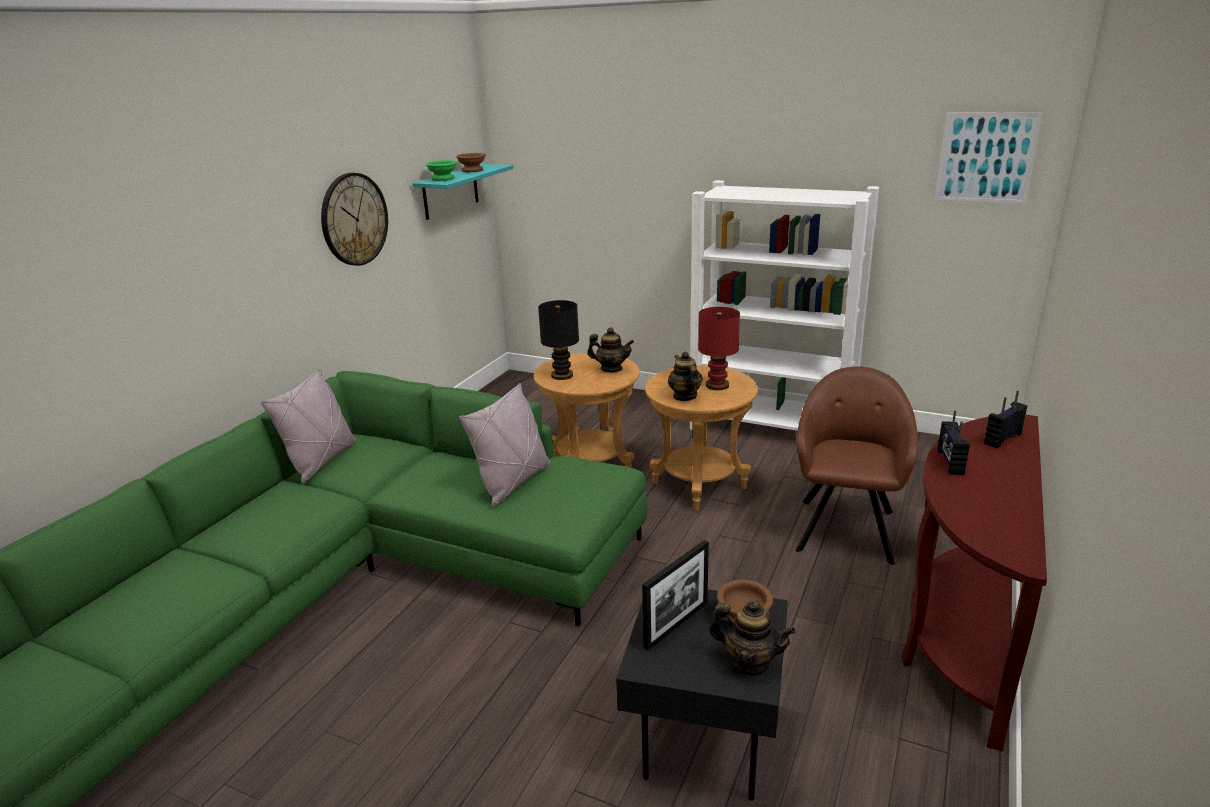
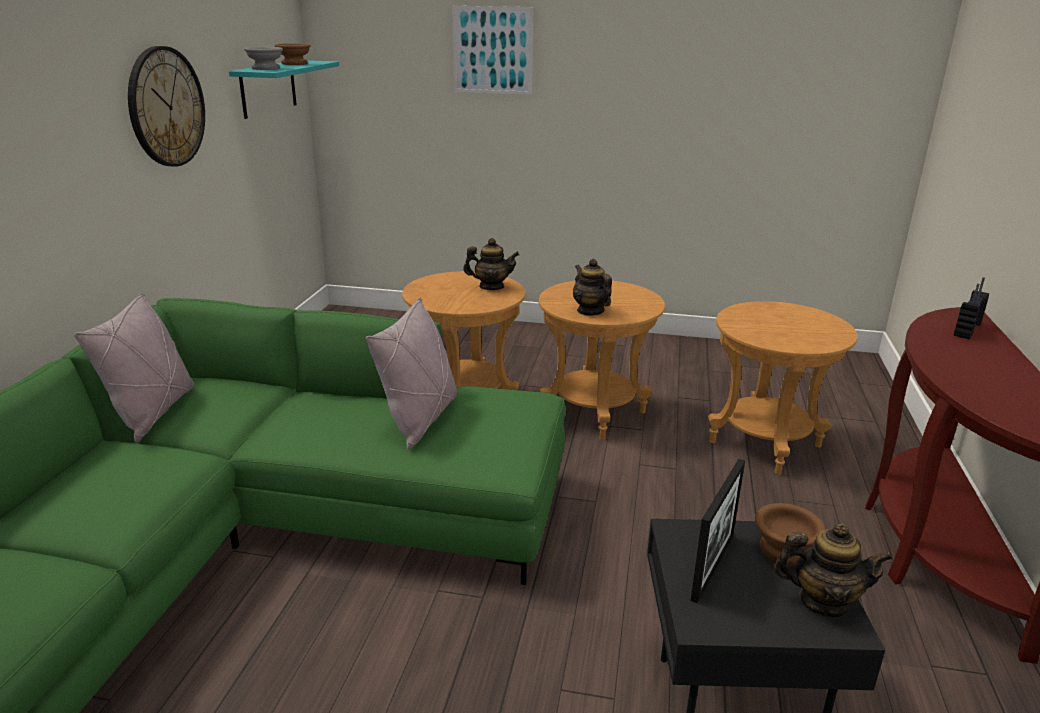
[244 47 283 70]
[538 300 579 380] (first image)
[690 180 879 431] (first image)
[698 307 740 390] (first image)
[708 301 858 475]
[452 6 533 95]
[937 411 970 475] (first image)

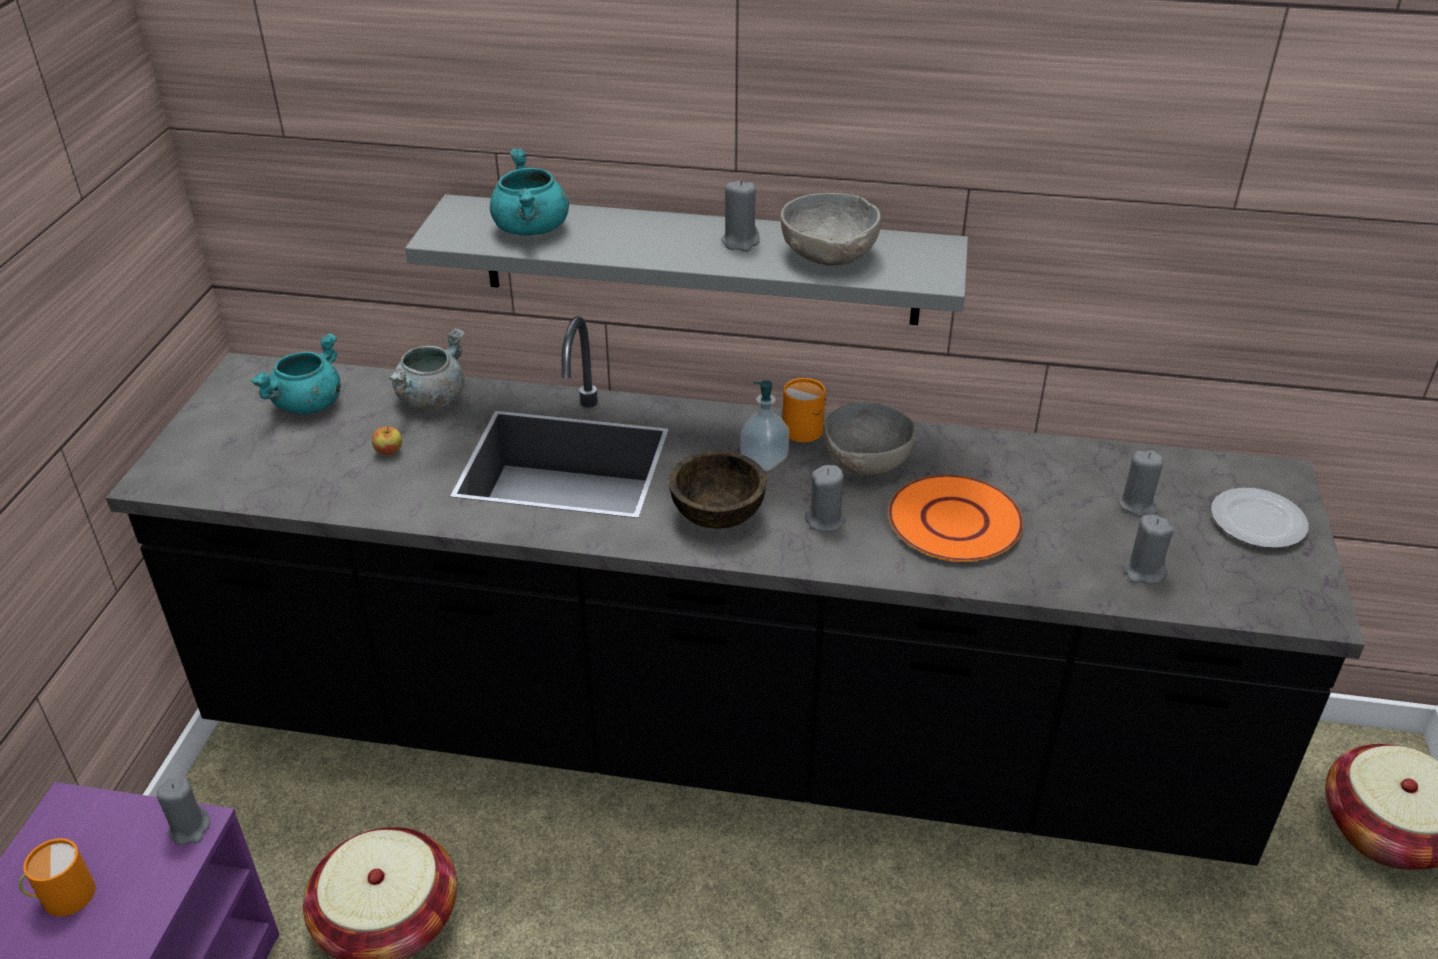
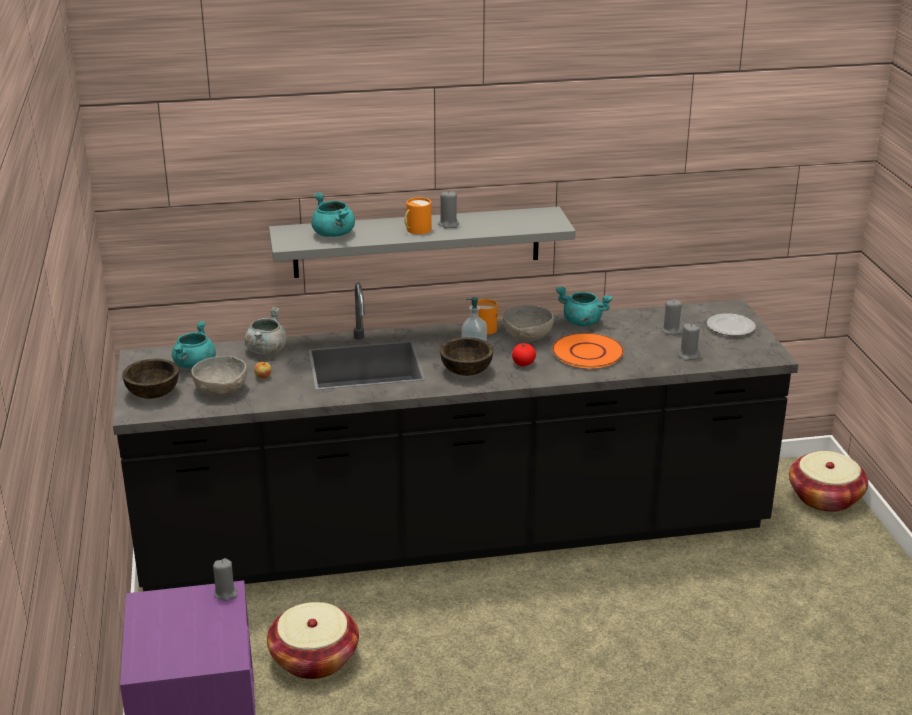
[404 197 431 234]
[191 356 247 396]
[512 343 536 366]
[122 359 179 399]
[556 287 613 326]

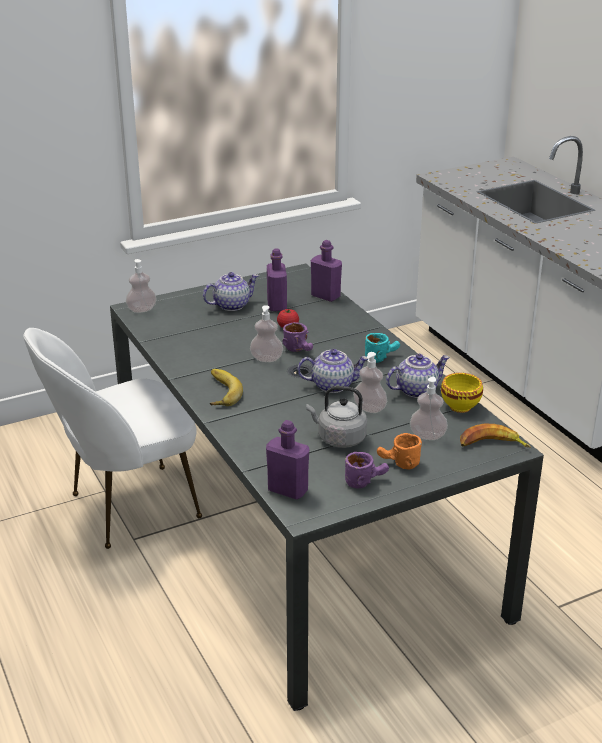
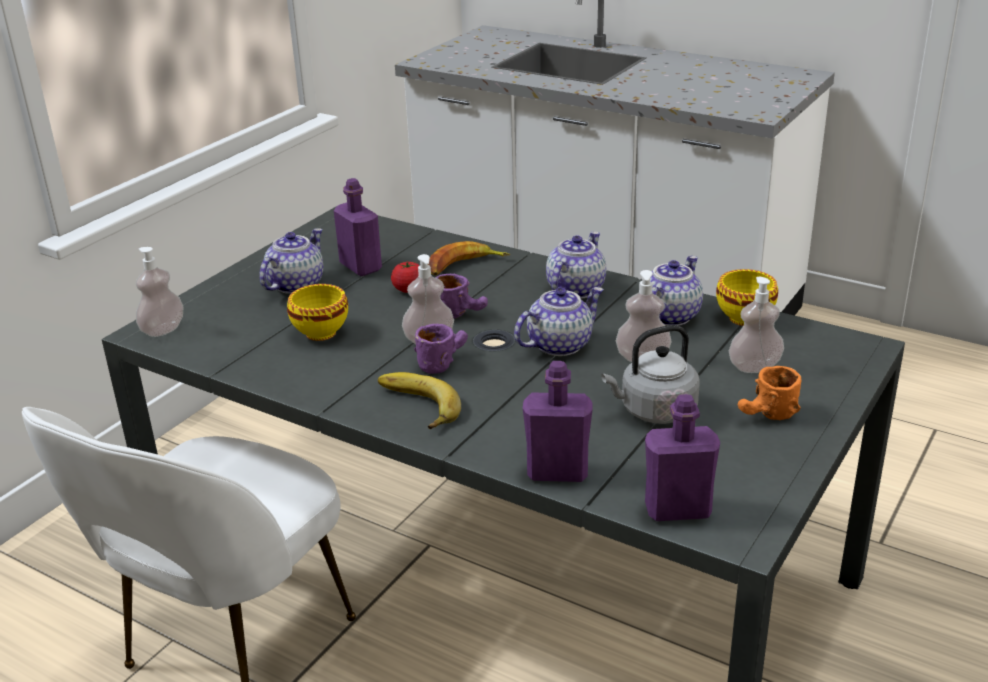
[523 361 593 482]
[414 324 468 374]
[546 232 606 299]
[428 241 510 276]
[287 284 348 341]

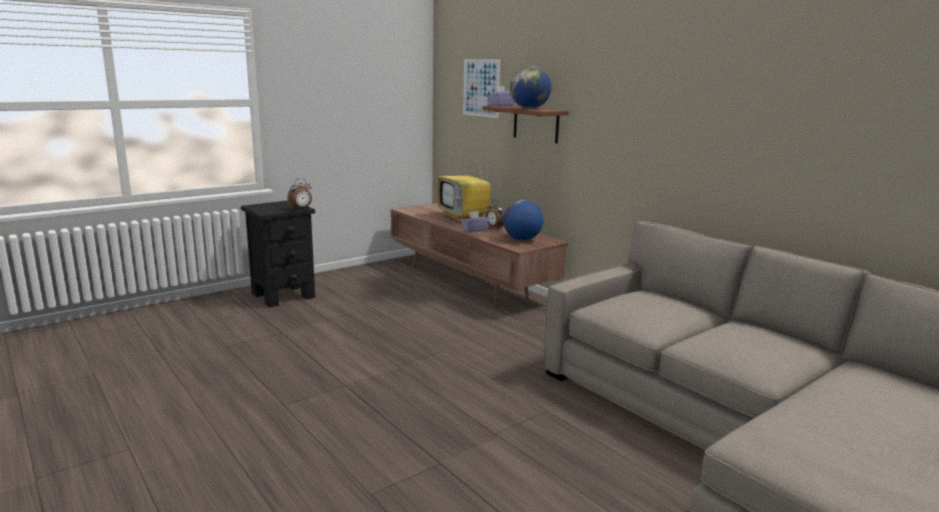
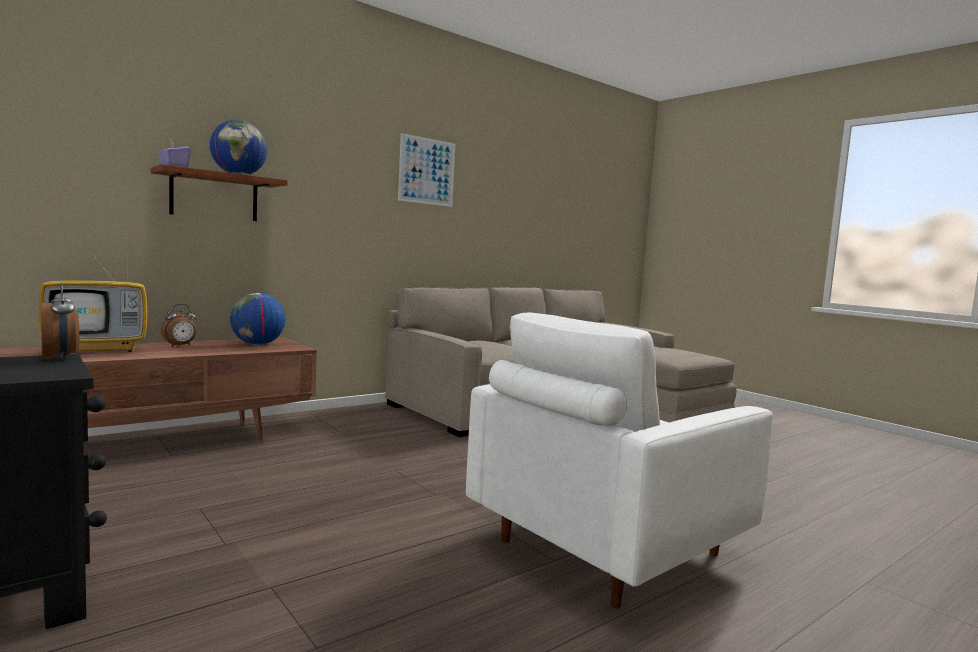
[461 211 489 232] (first image)
[398 133 455 207]
[466 313 773 608]

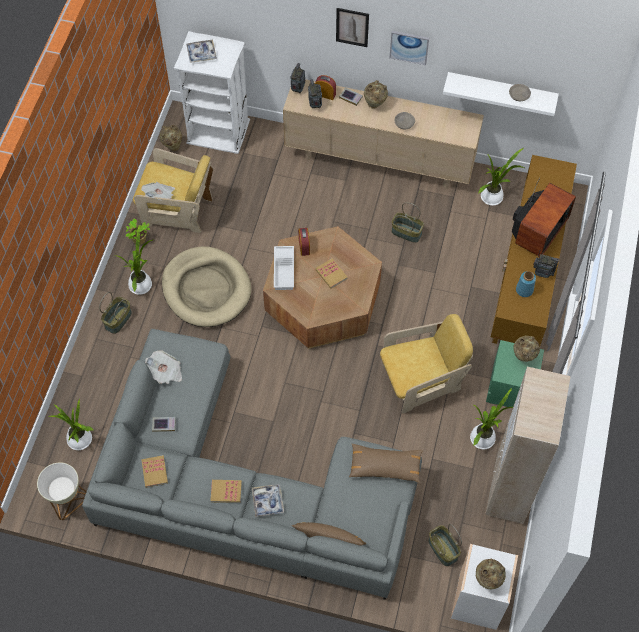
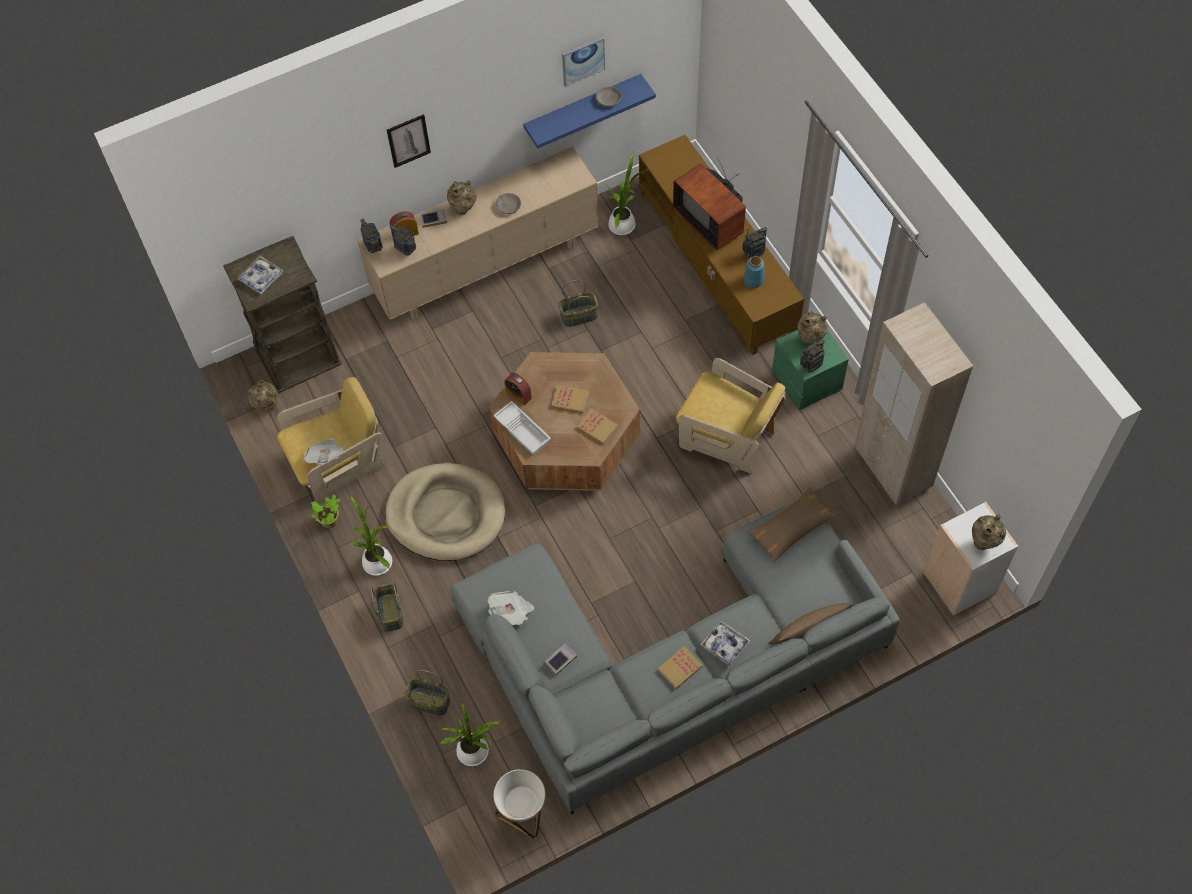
[576 408 618 445]
[223 236 342 393]
[676 358 786 473]
[562 37 605 87]
[404 670 450 715]
[523 74 656 149]
[470 388 513 449] (first image)
[673 157 746 250]
[800 339 825 373]

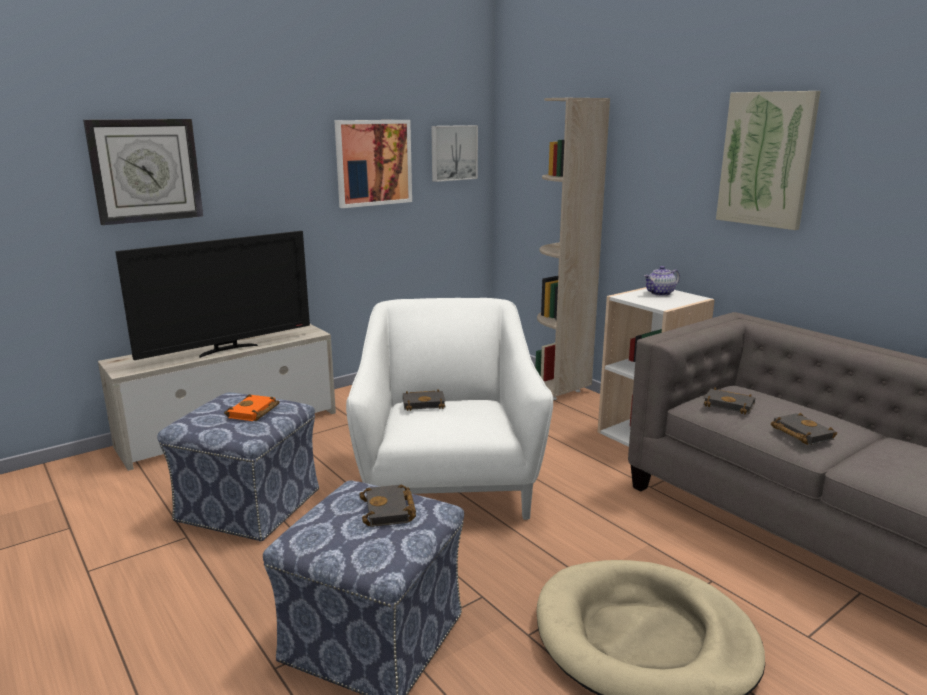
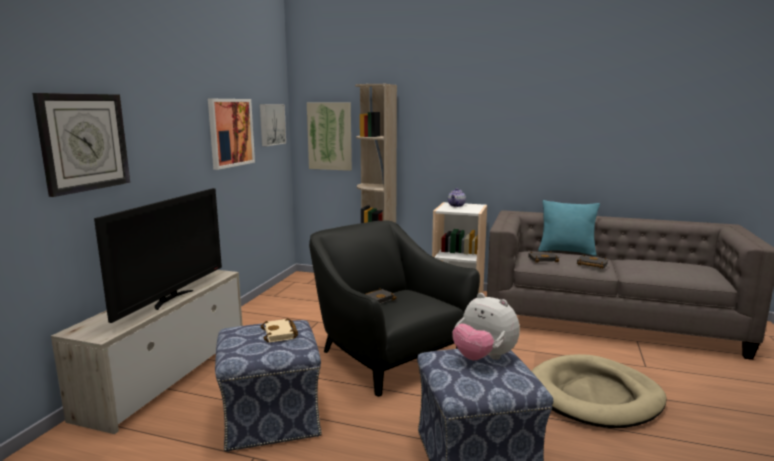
[261 318 298 343]
[309 221 480 397]
[453 293 520 360]
[307 103 352 171]
[538 200 600 256]

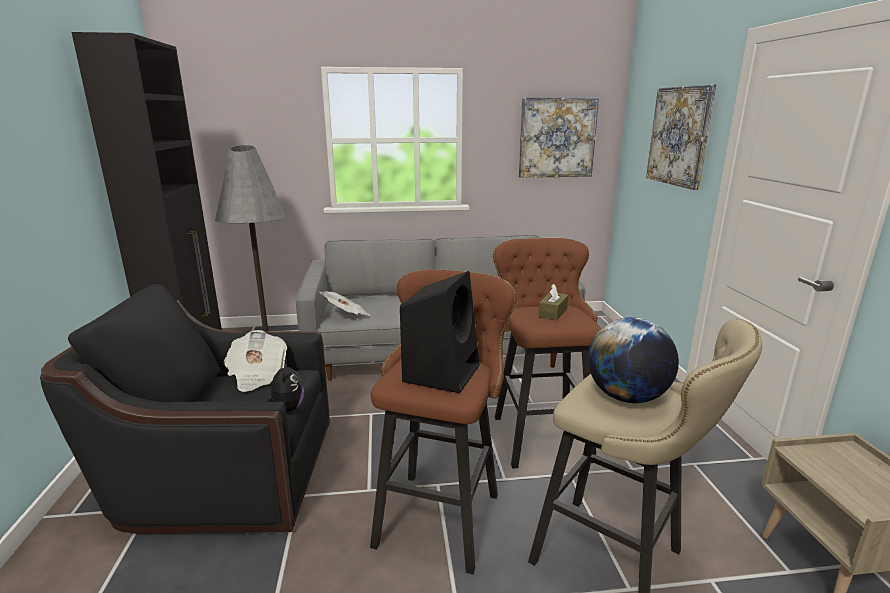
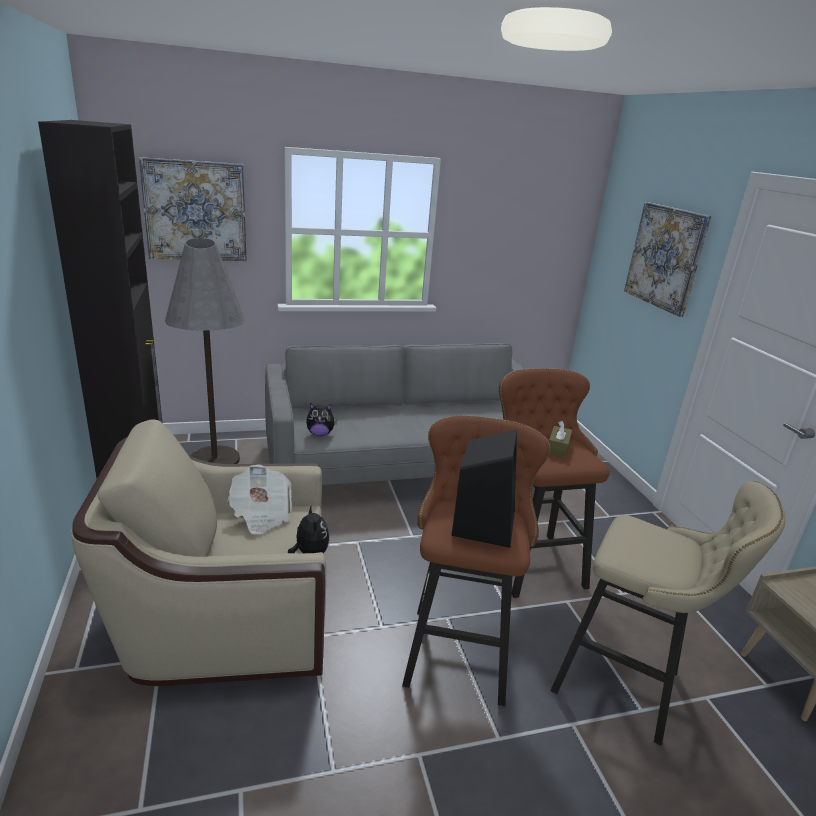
[71 419 326 686]
[306 403 337 436]
[139 157 247 261]
[588 317 679 403] (first image)

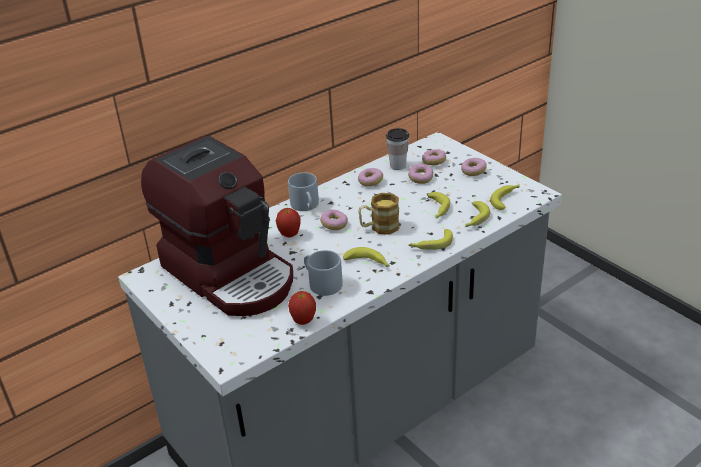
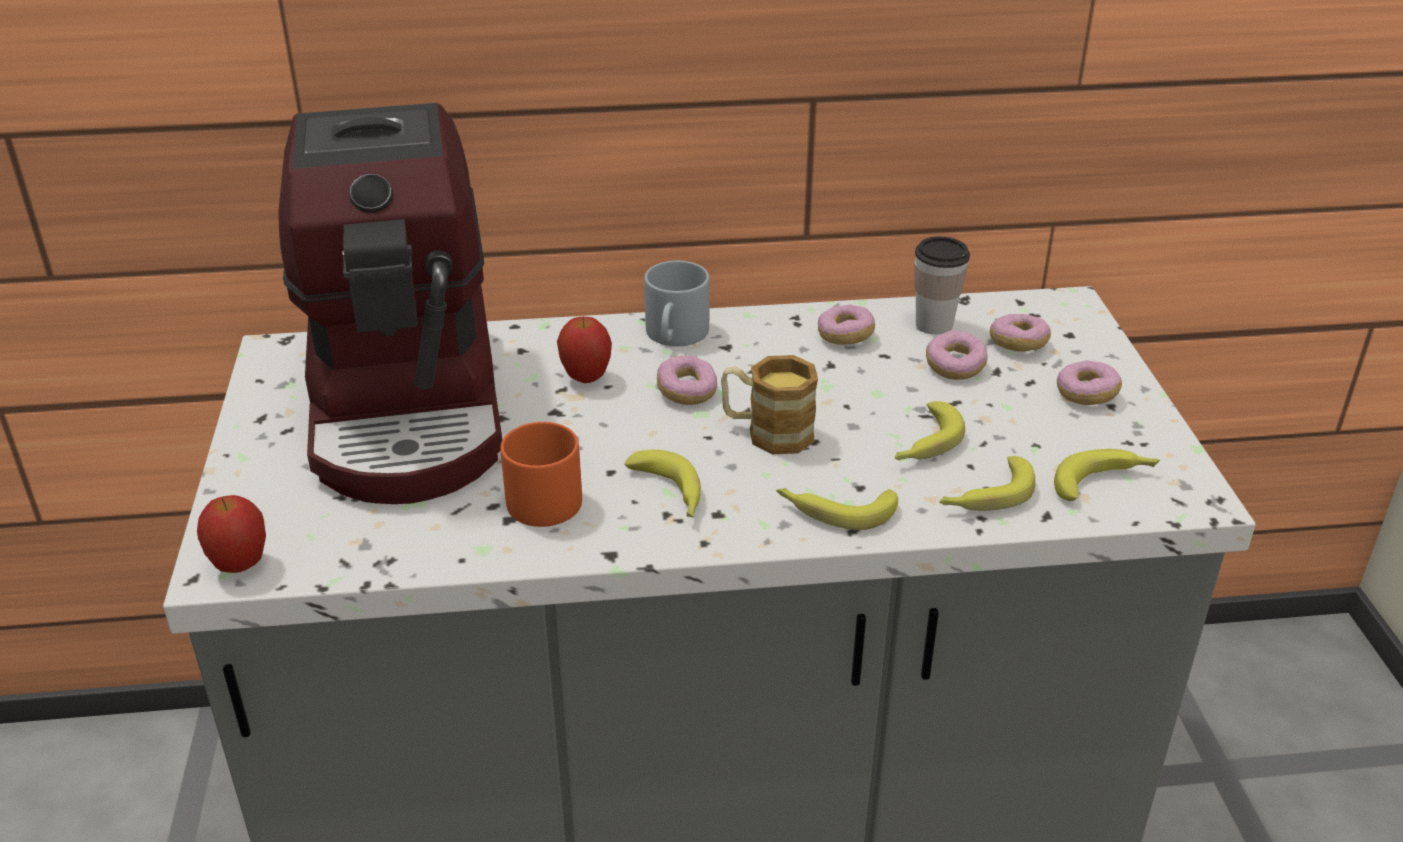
[197 495 266 573]
[500 422 582 527]

